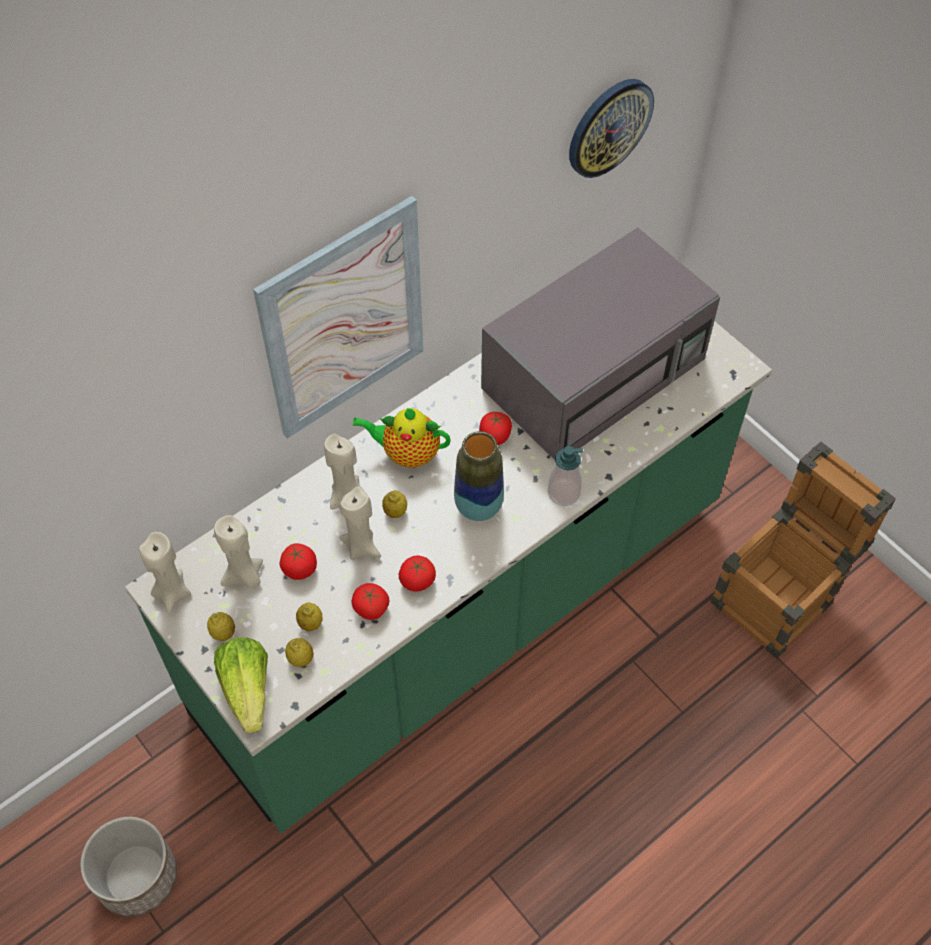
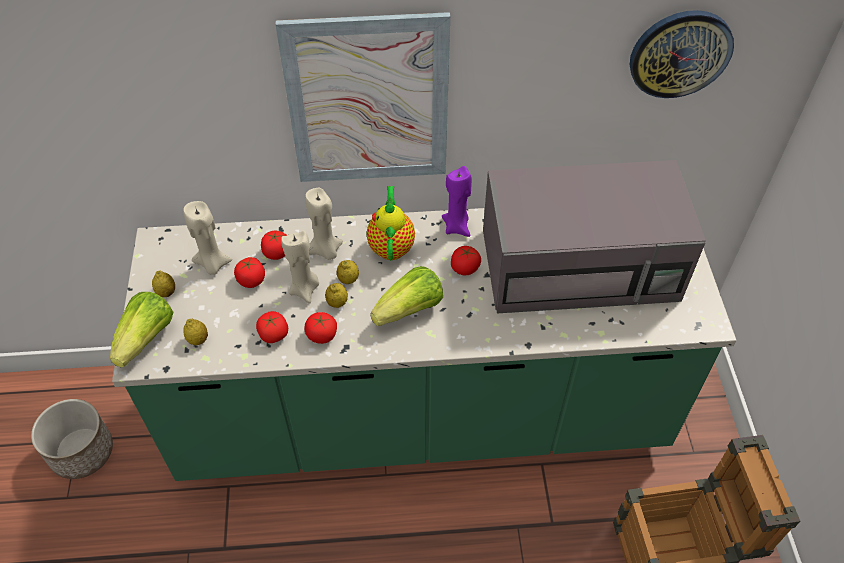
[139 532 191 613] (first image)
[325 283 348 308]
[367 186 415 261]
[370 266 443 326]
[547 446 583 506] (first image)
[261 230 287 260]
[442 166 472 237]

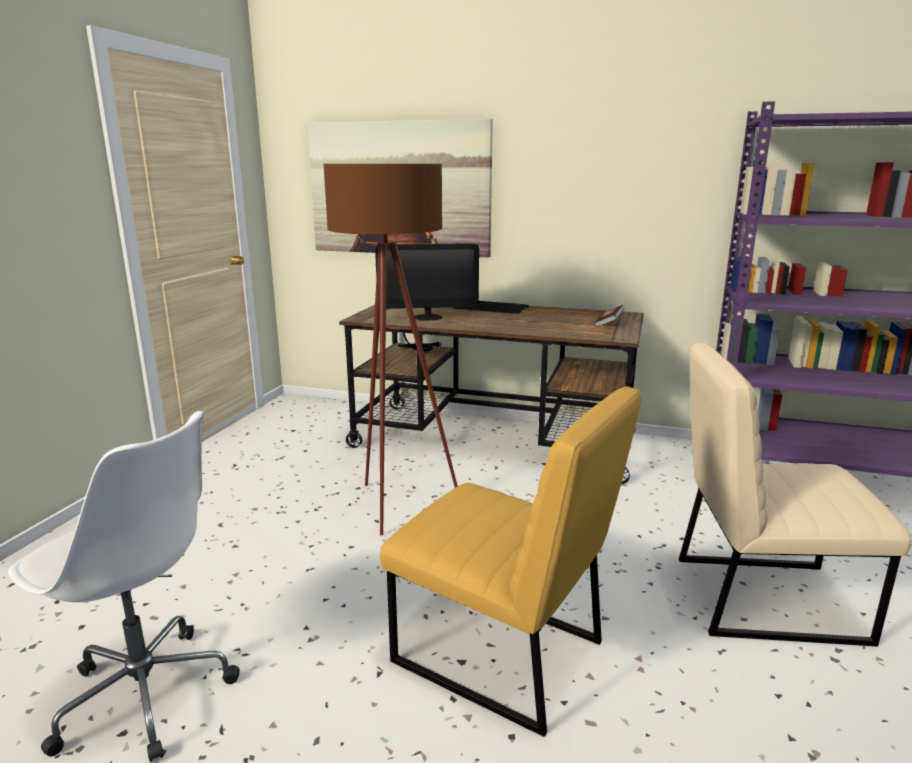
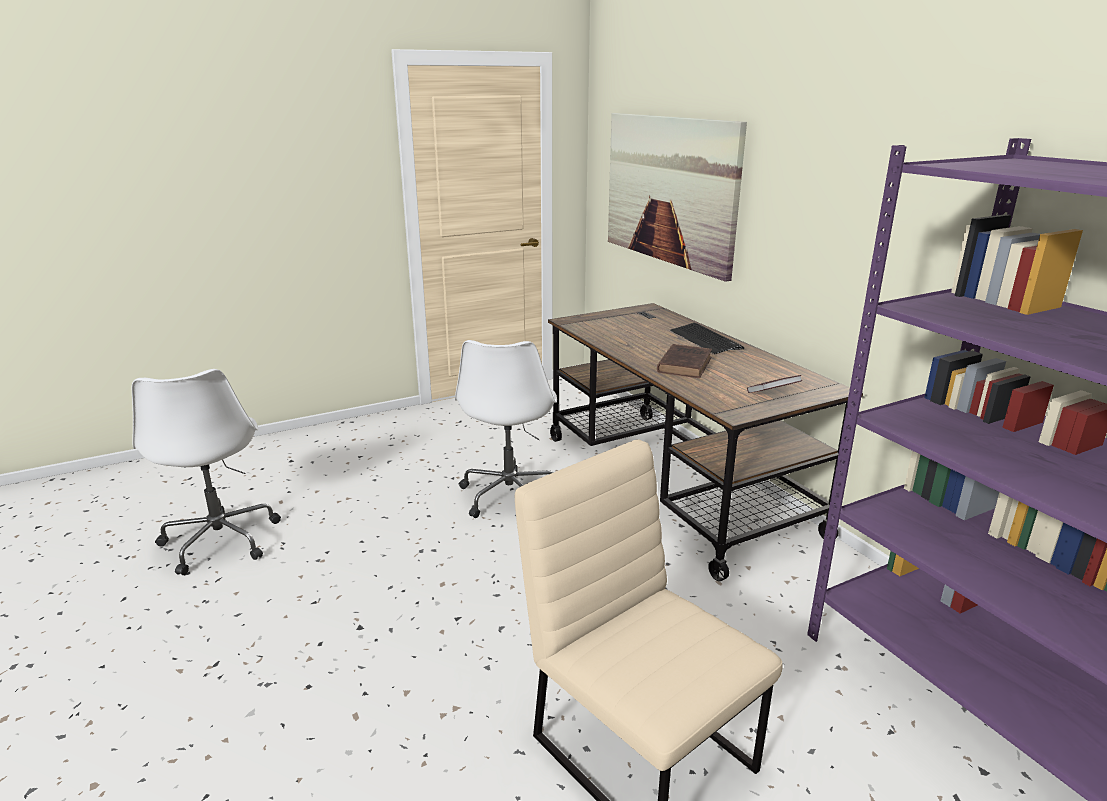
[455 340 557 518]
[375 243 479 321] (first image)
[380 386 641 737] (first image)
[657 344 712 378]

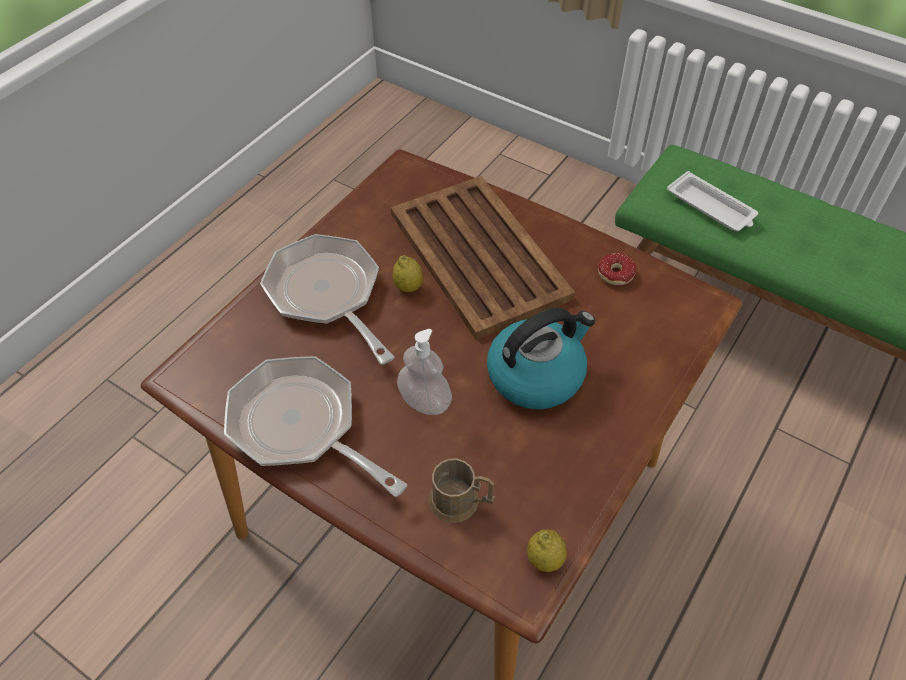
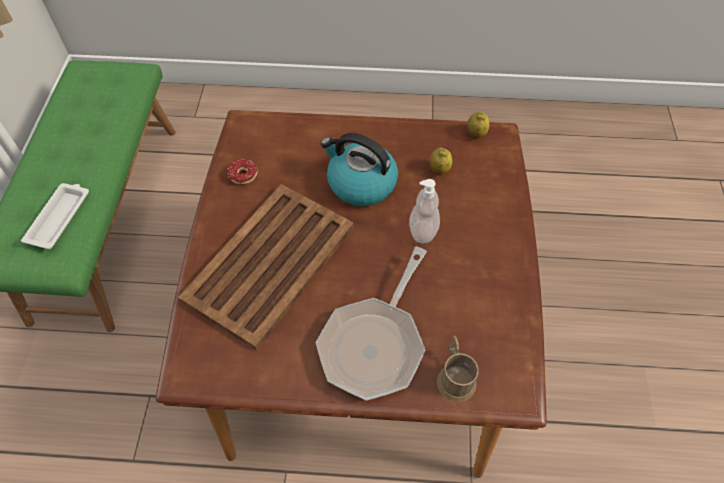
[224 356 407 497] (first image)
[429 147 453 174]
[437 336 479 402]

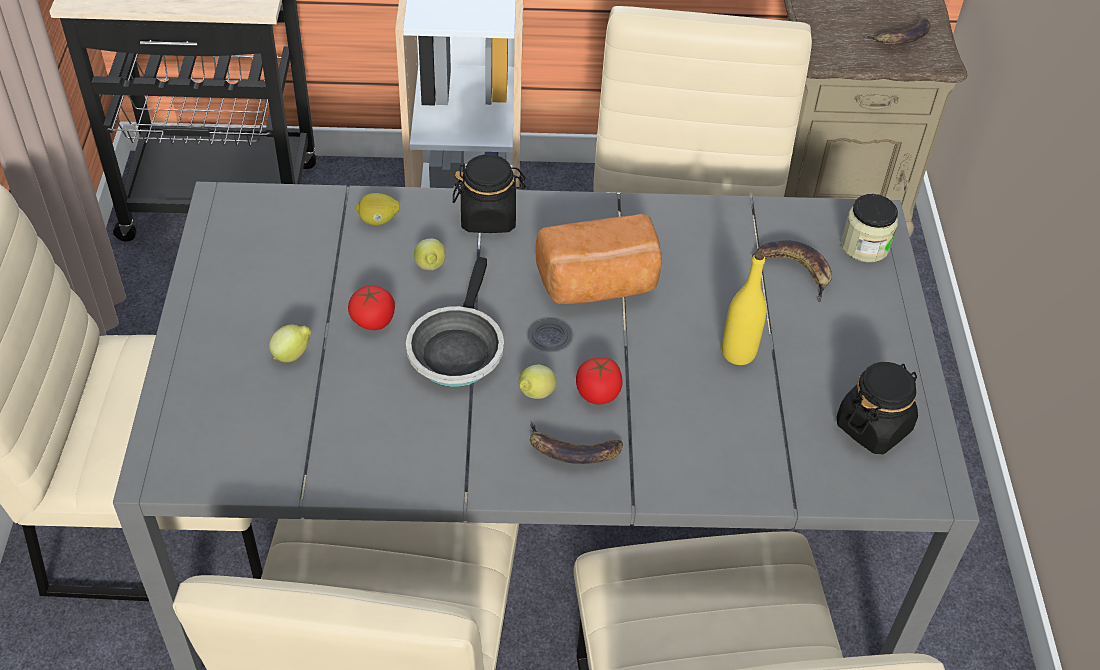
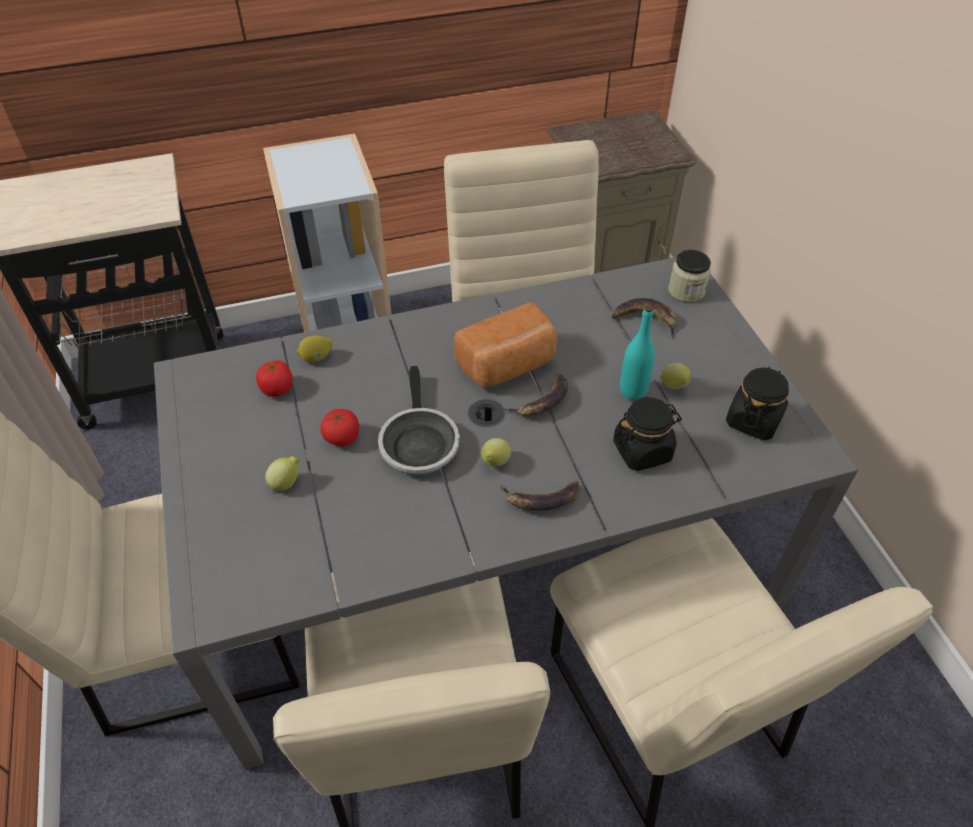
[661 363 691 389]
[613 397 682 471]
[256 360 293 397]
[620 305 655 400]
[504 374 568 416]

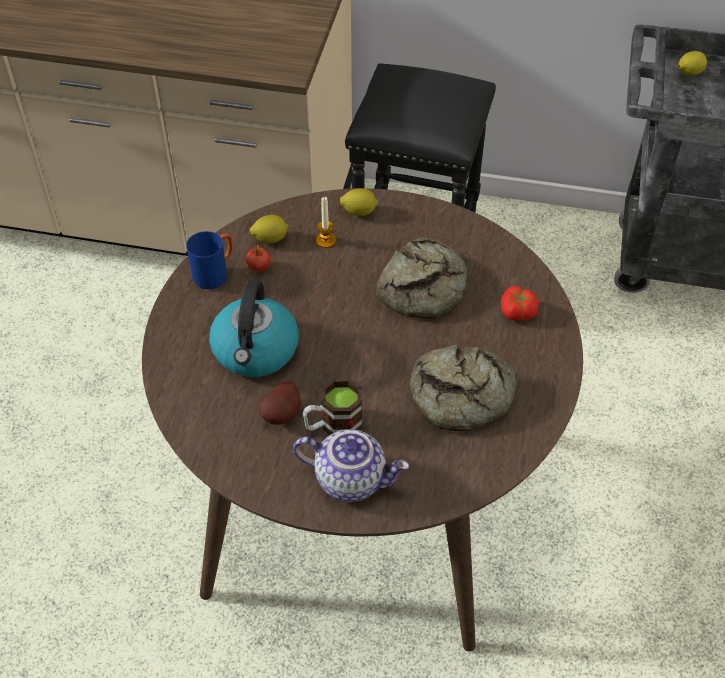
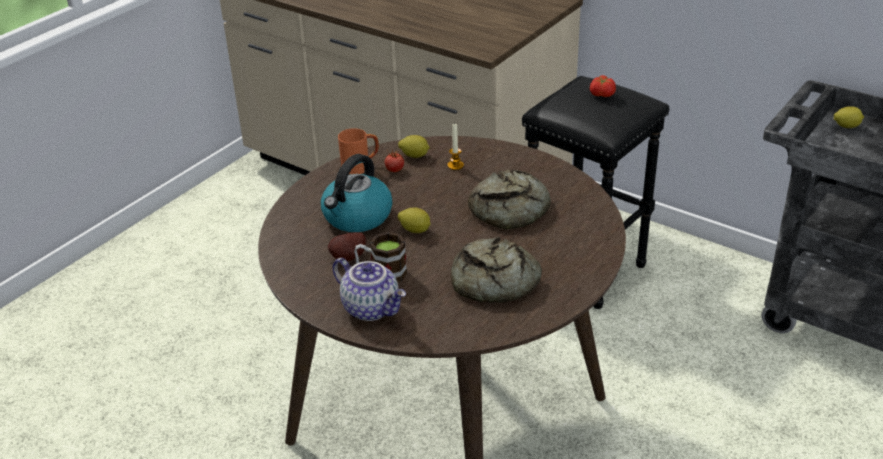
[338 128 379 175]
[398 208 431 233]
[590 75 616 97]

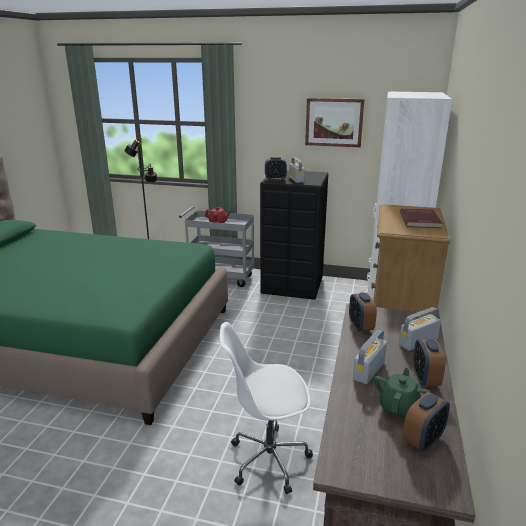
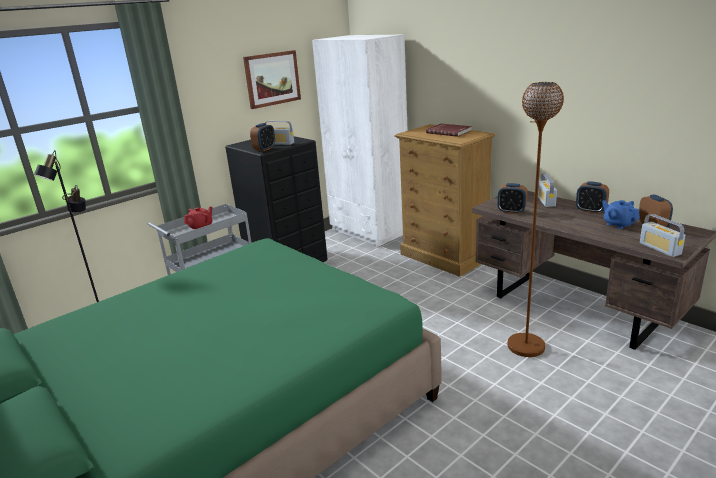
[507 82 564 357]
[640 214 685 257]
[602 200 640 229]

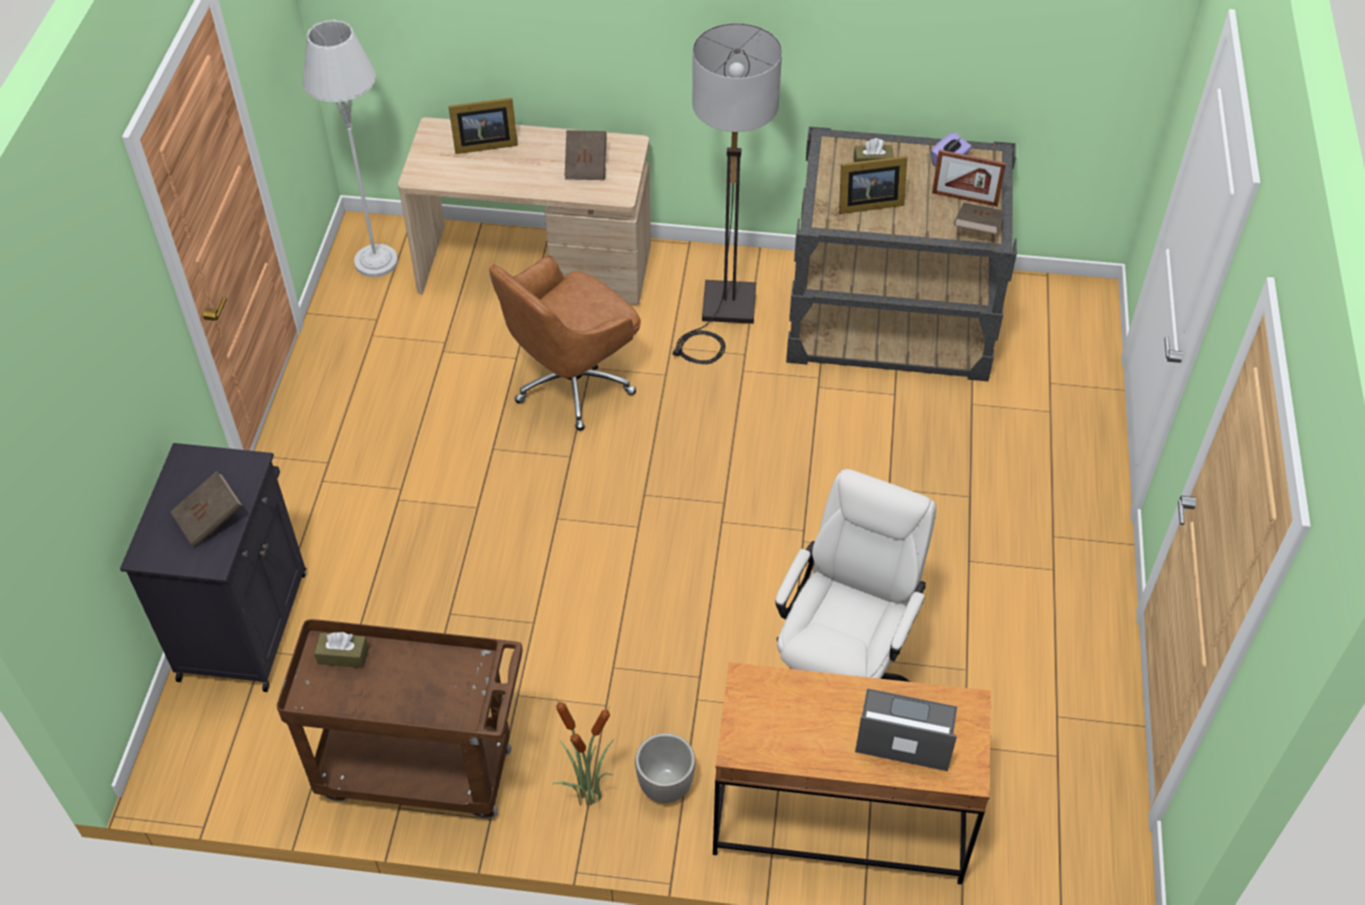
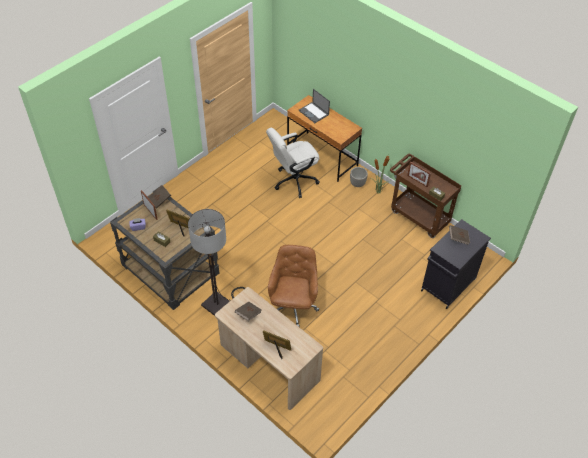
[302 20 398 277] (first image)
[268 245 319 327]
[407 162 431 187]

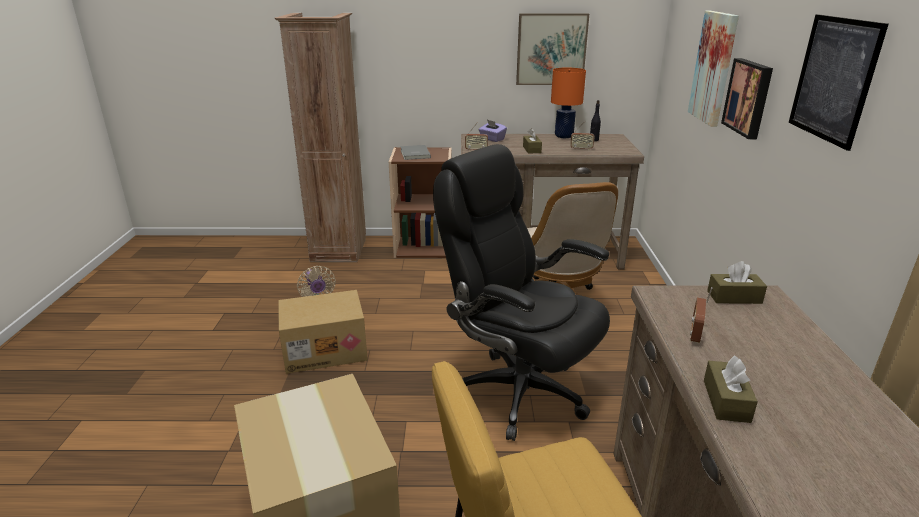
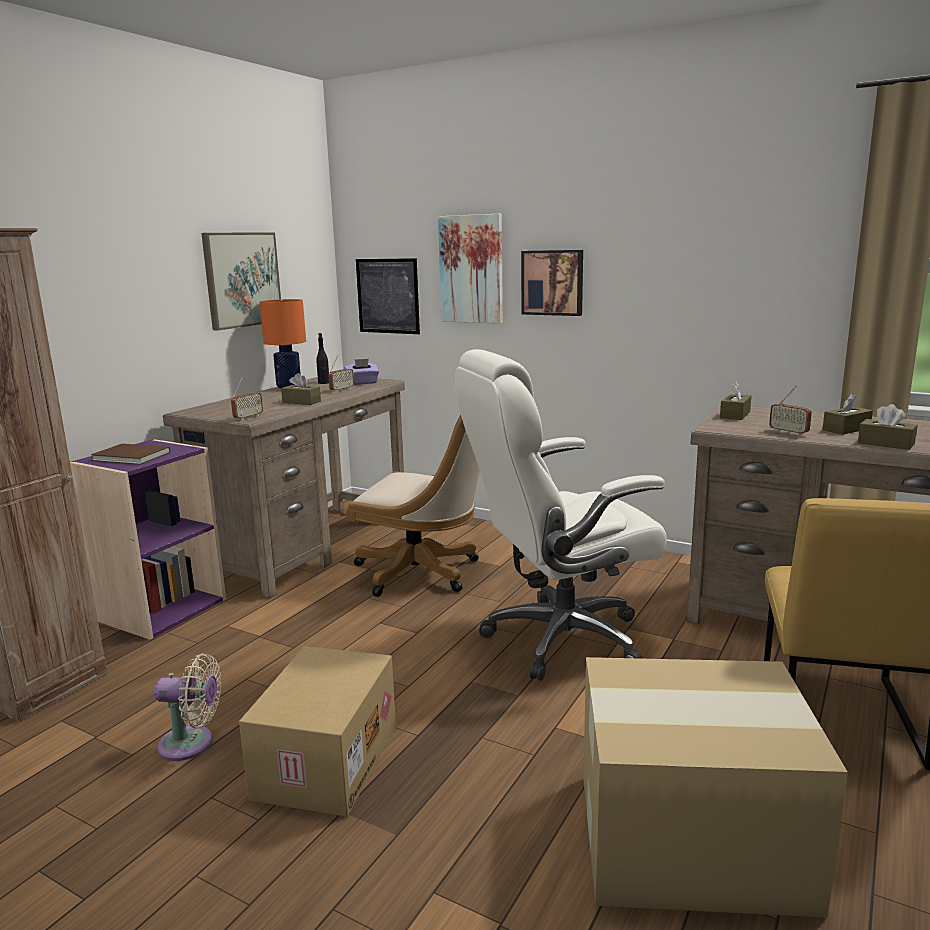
[70 439 226 640]
[91 444 170 465]
[455 349 667 681]
[344 359 379 385]
[356 258 420 334]
[822 393 873 435]

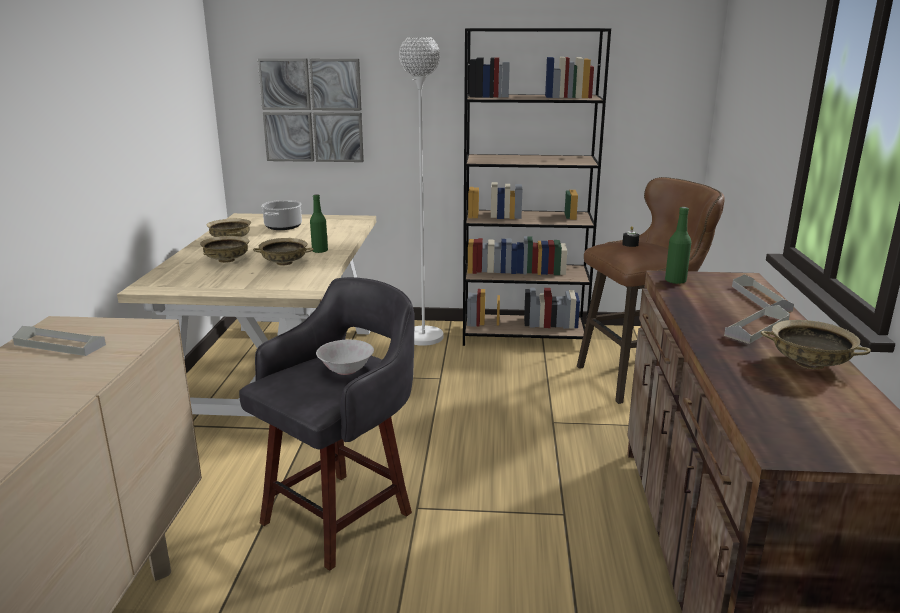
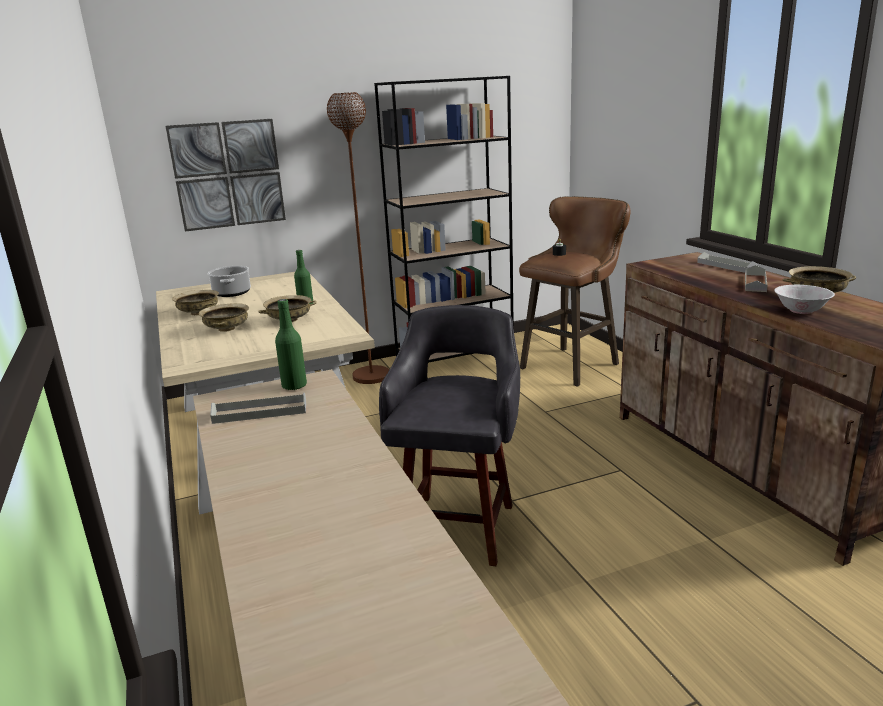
[774 285 835 314]
[327 92 389 384]
[275 299 307 390]

